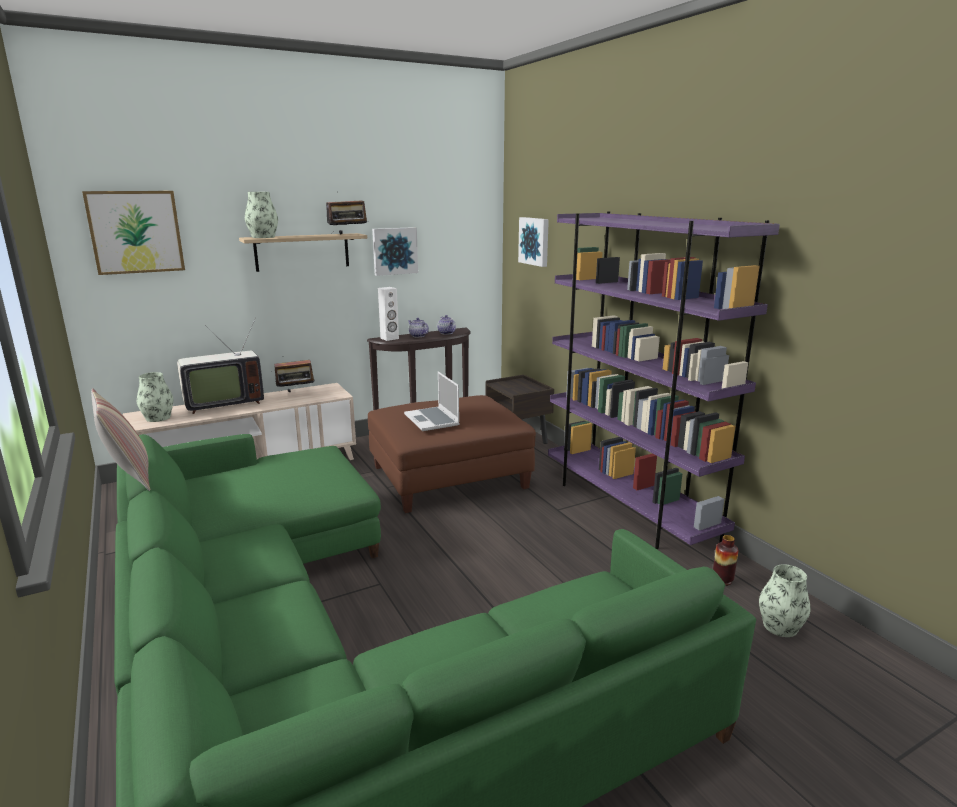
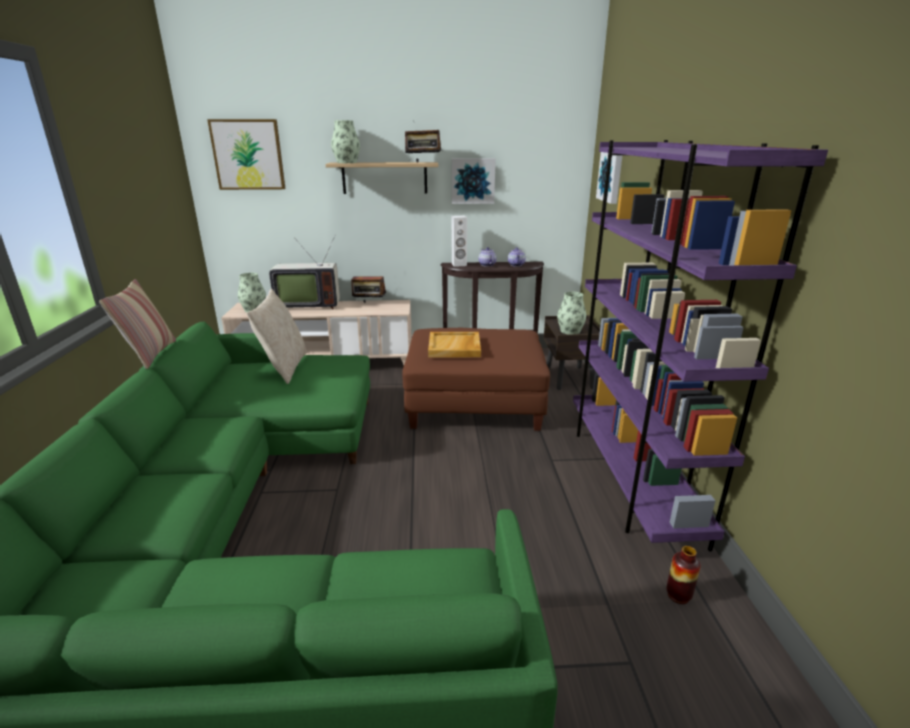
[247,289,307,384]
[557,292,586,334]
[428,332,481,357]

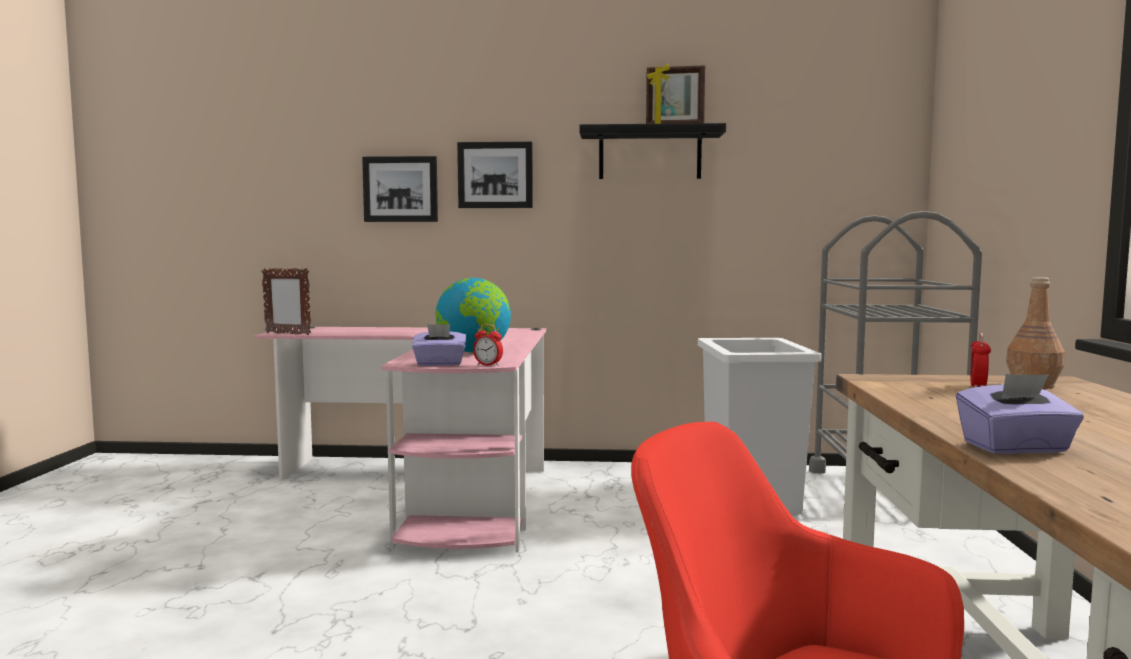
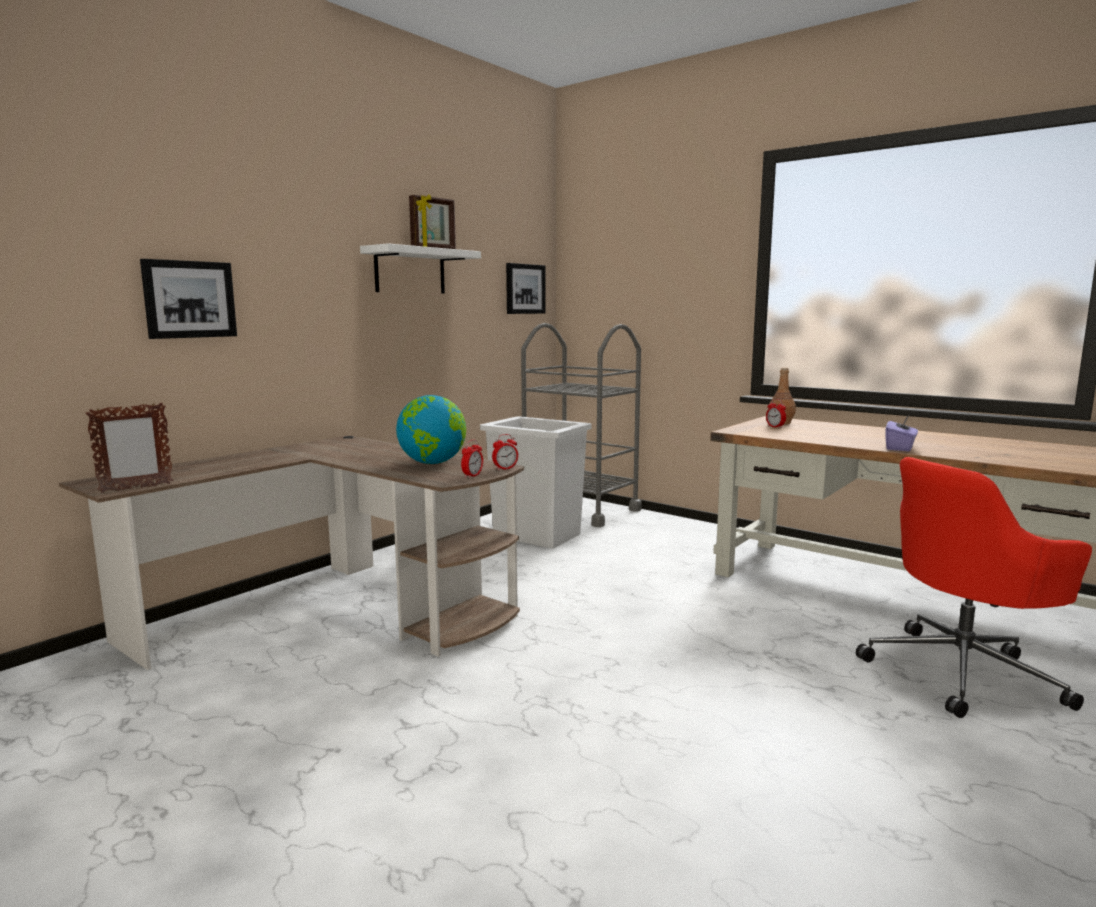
[506,263,546,314]
[461,440,483,478]
[59,435,524,670]
[360,243,481,293]

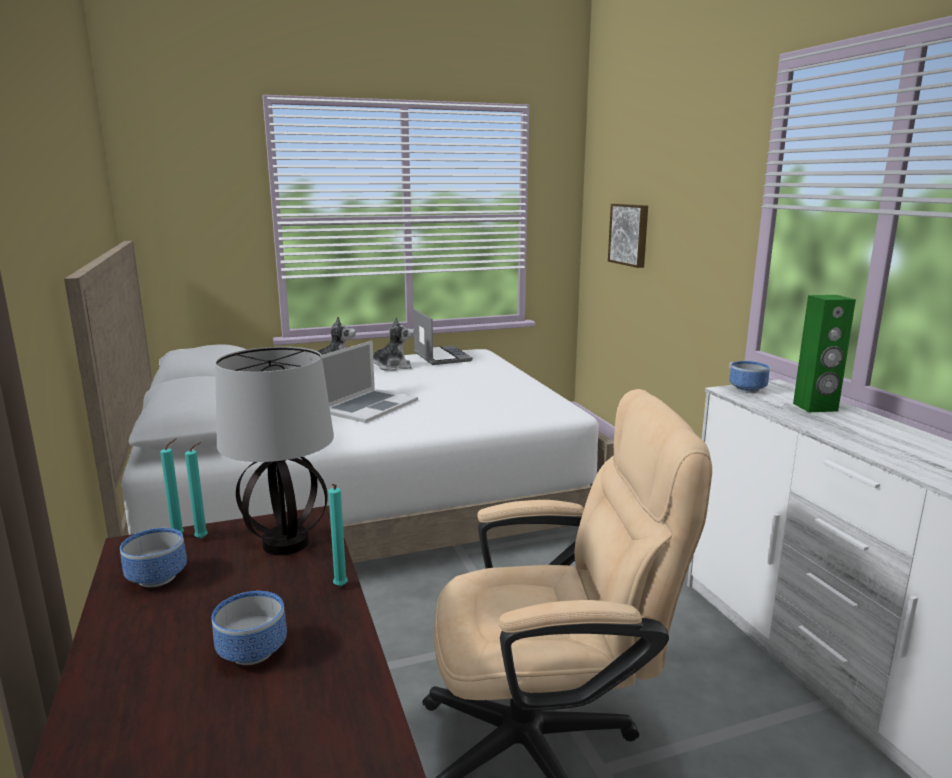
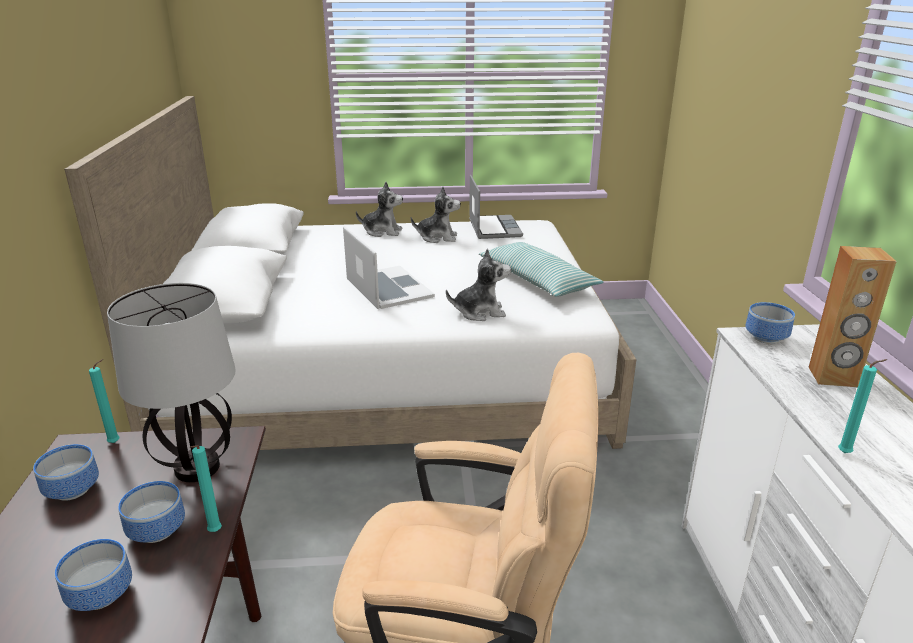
[608,204,648,268] (first image)
[118,481,185,543]
[446,248,511,321]
[479,242,604,297]
[838,359,887,453]
[809,246,897,387]
[343,226,435,309]

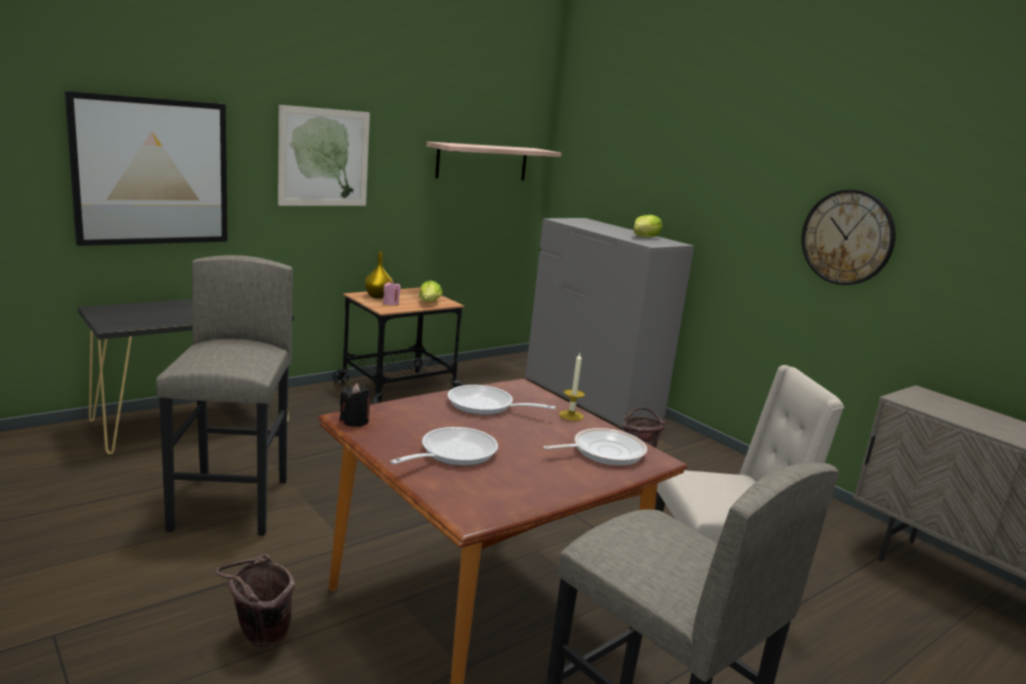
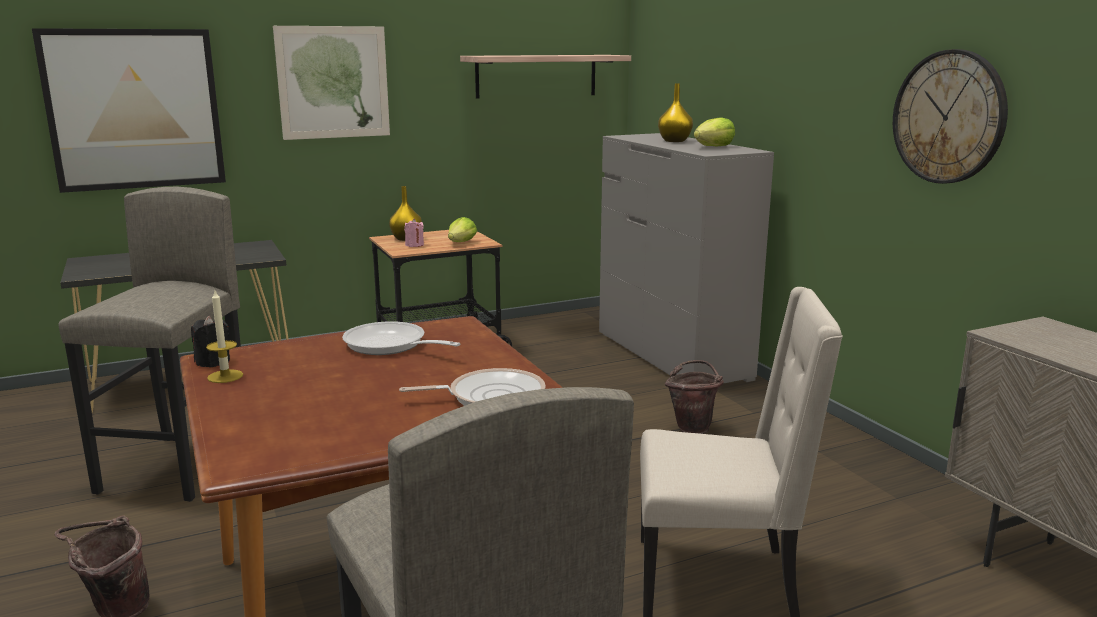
[390,427,498,466] (first image)
[658,83,693,142]
[206,291,243,383]

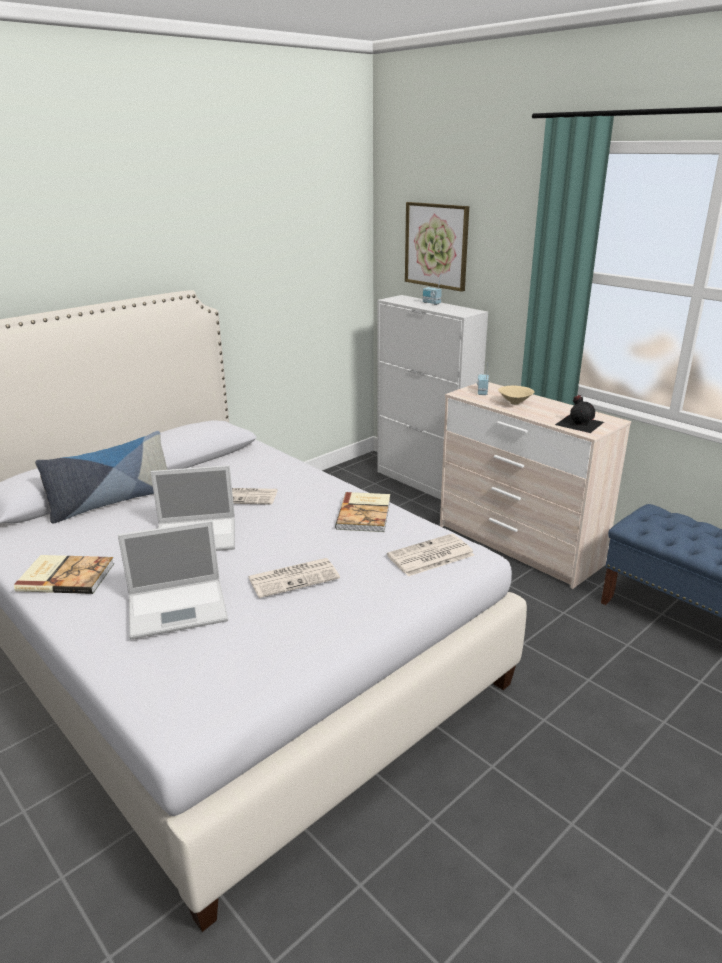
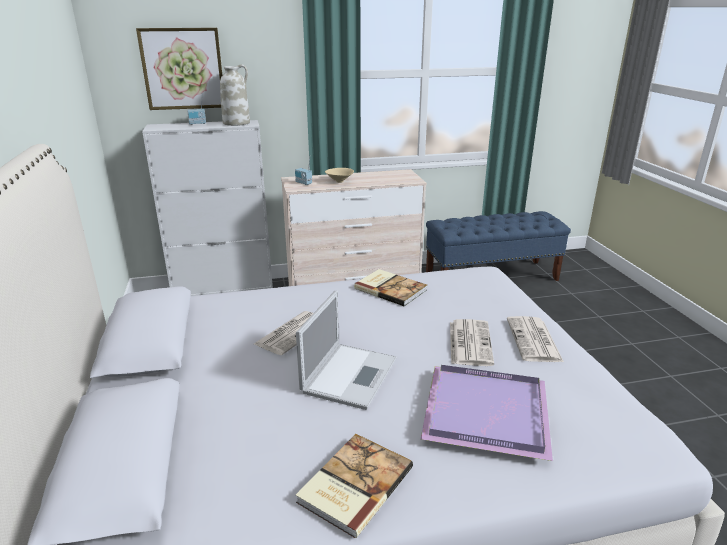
[35,431,168,524] (first image)
[555,395,604,433] (first image)
[220,64,250,126]
[507,316,564,362]
[421,365,553,461]

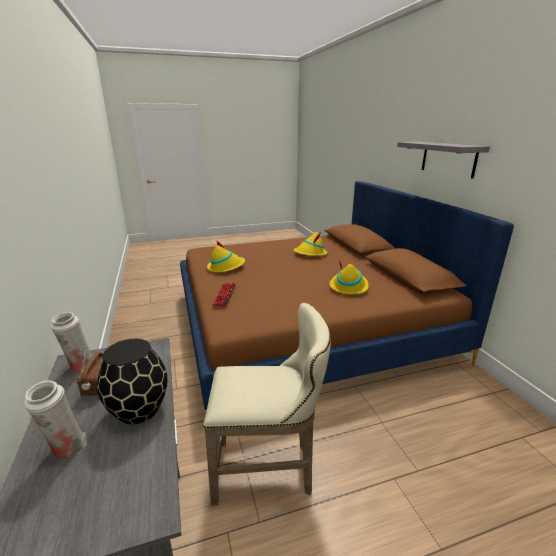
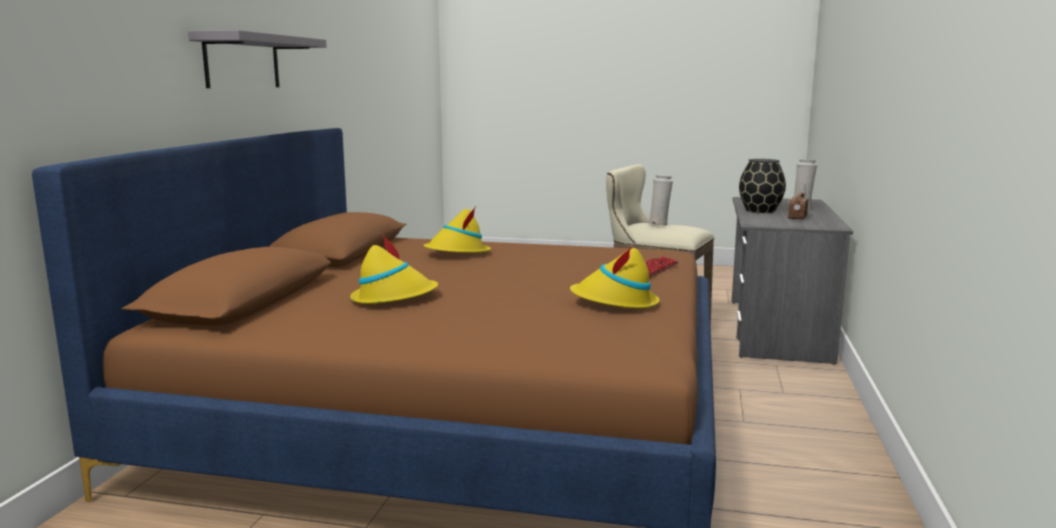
[648,175,673,226]

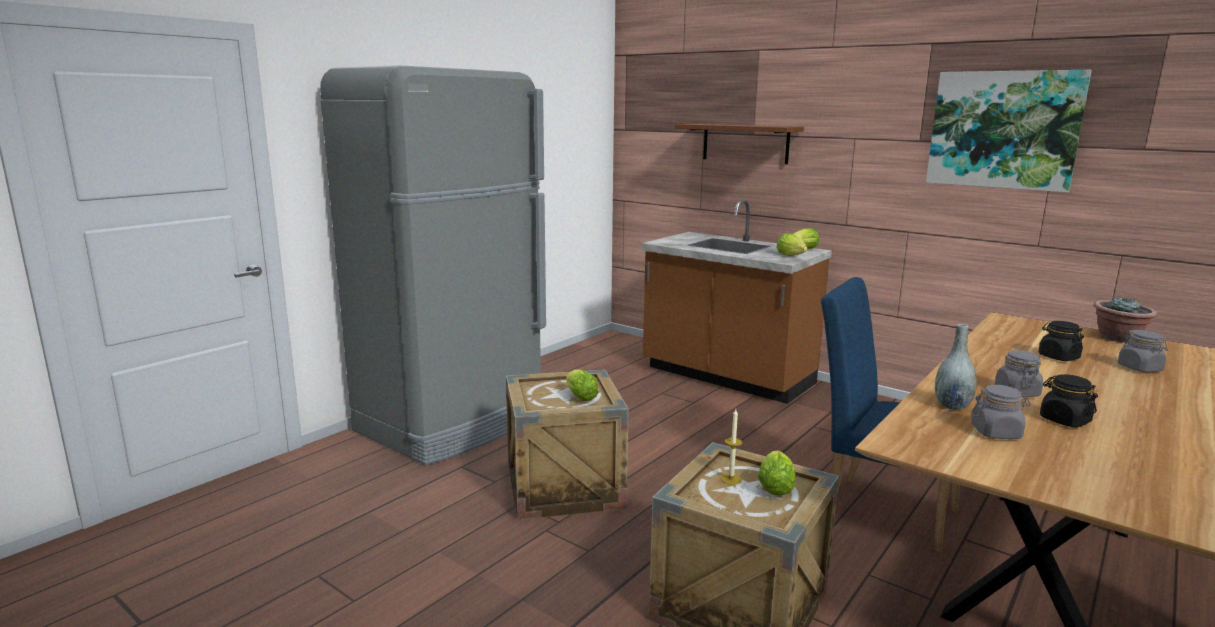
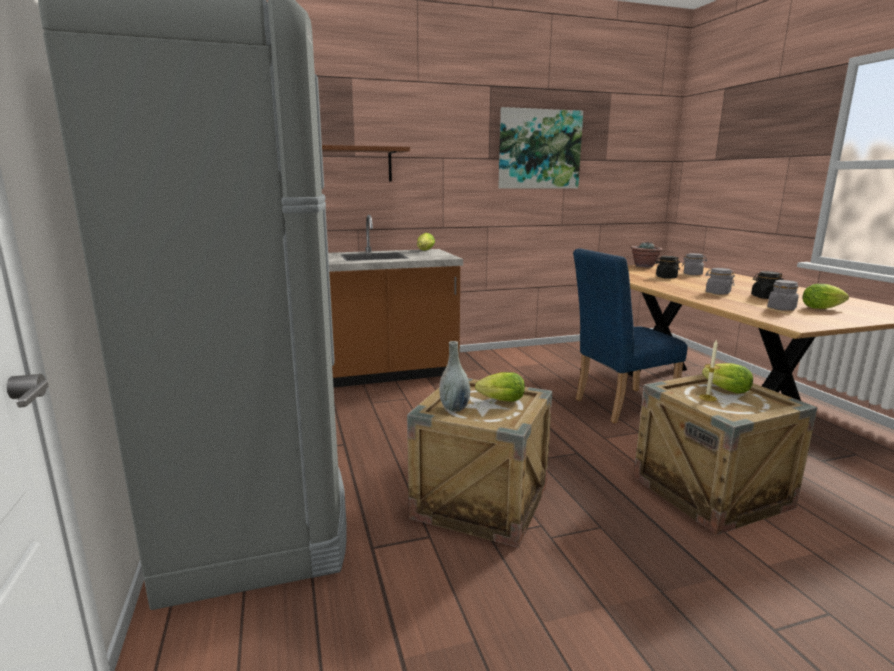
[803,284,849,309]
[439,341,470,412]

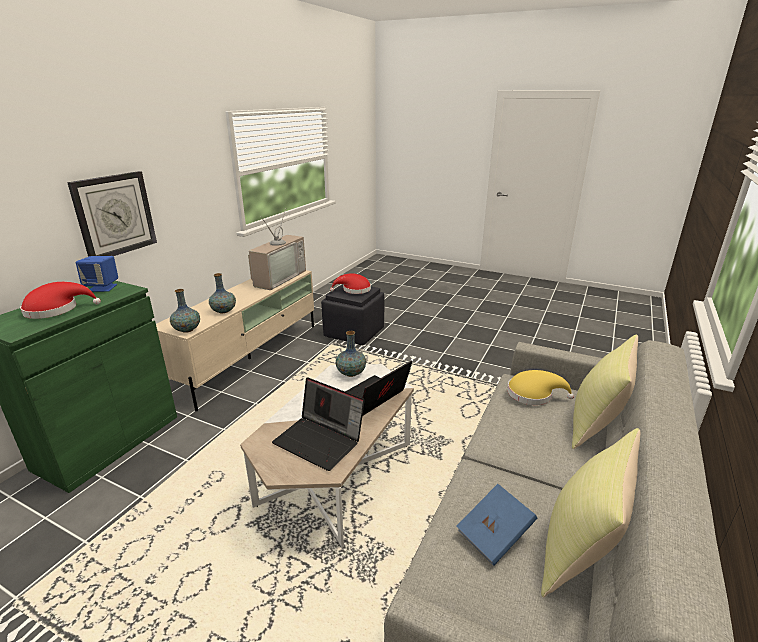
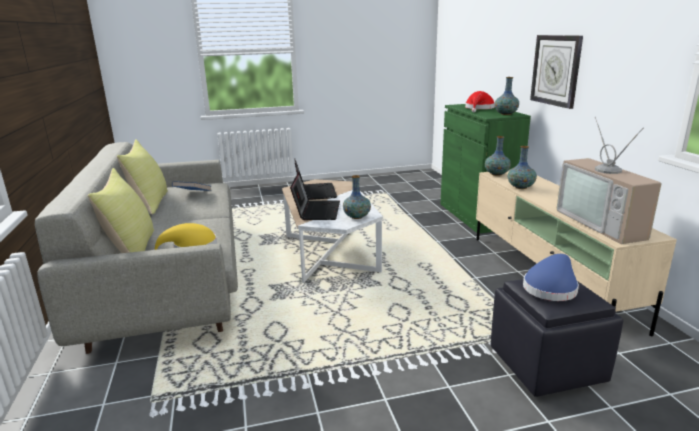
[495,77,519,115]
[523,254,579,301]
[294,158,337,200]

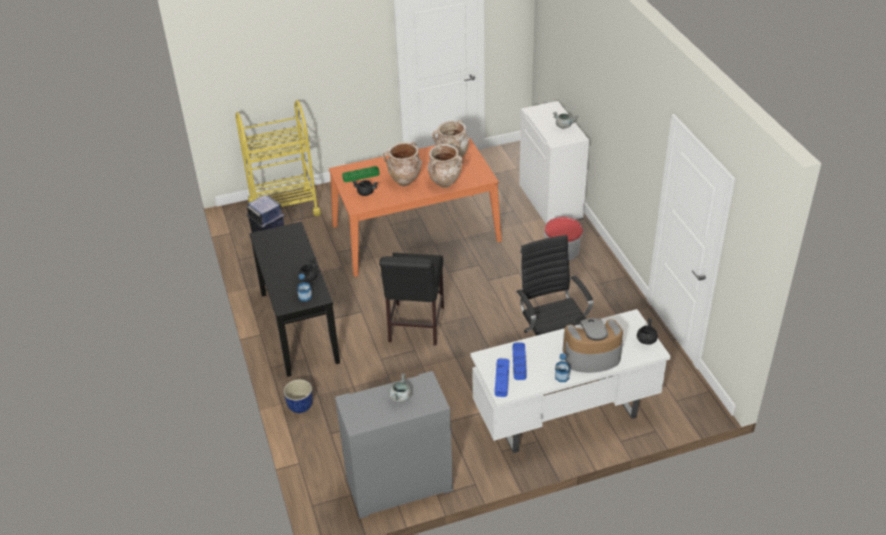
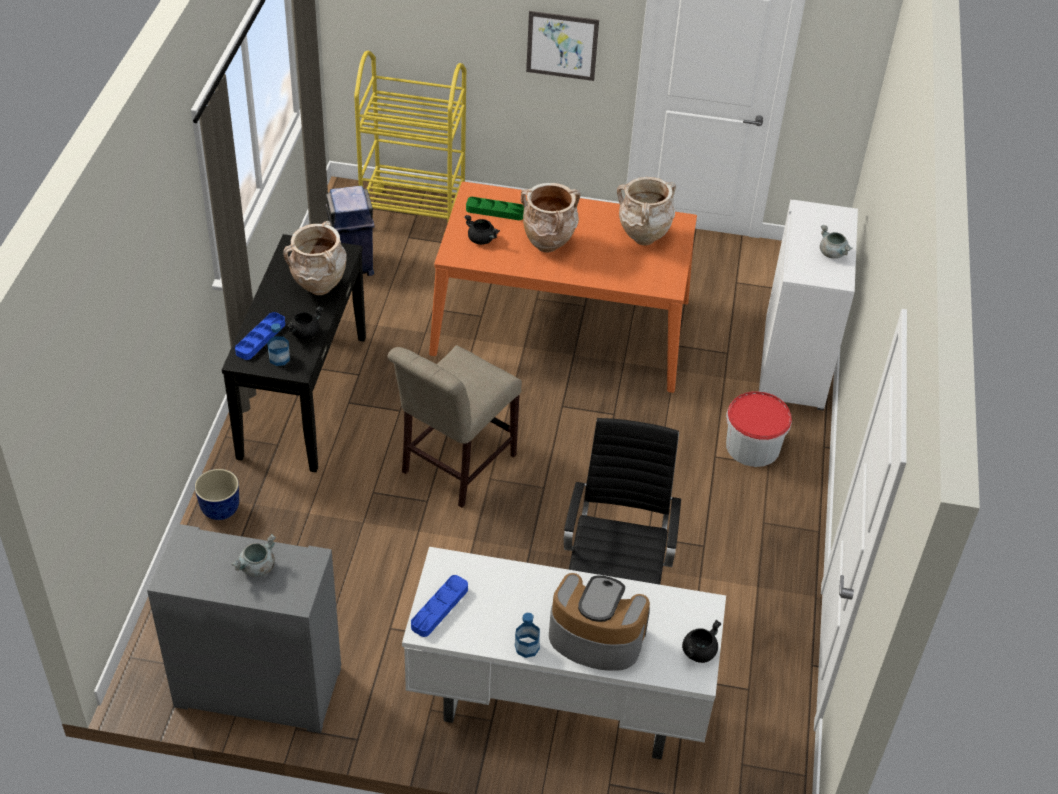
[526,11,599,81]
[283,221,347,295]
[235,312,285,360]
[387,345,522,508]

